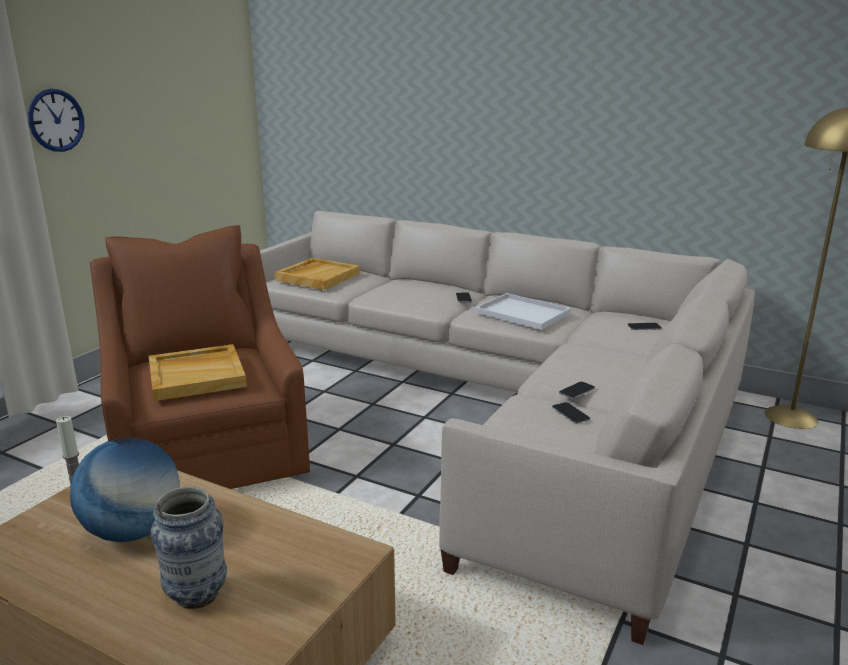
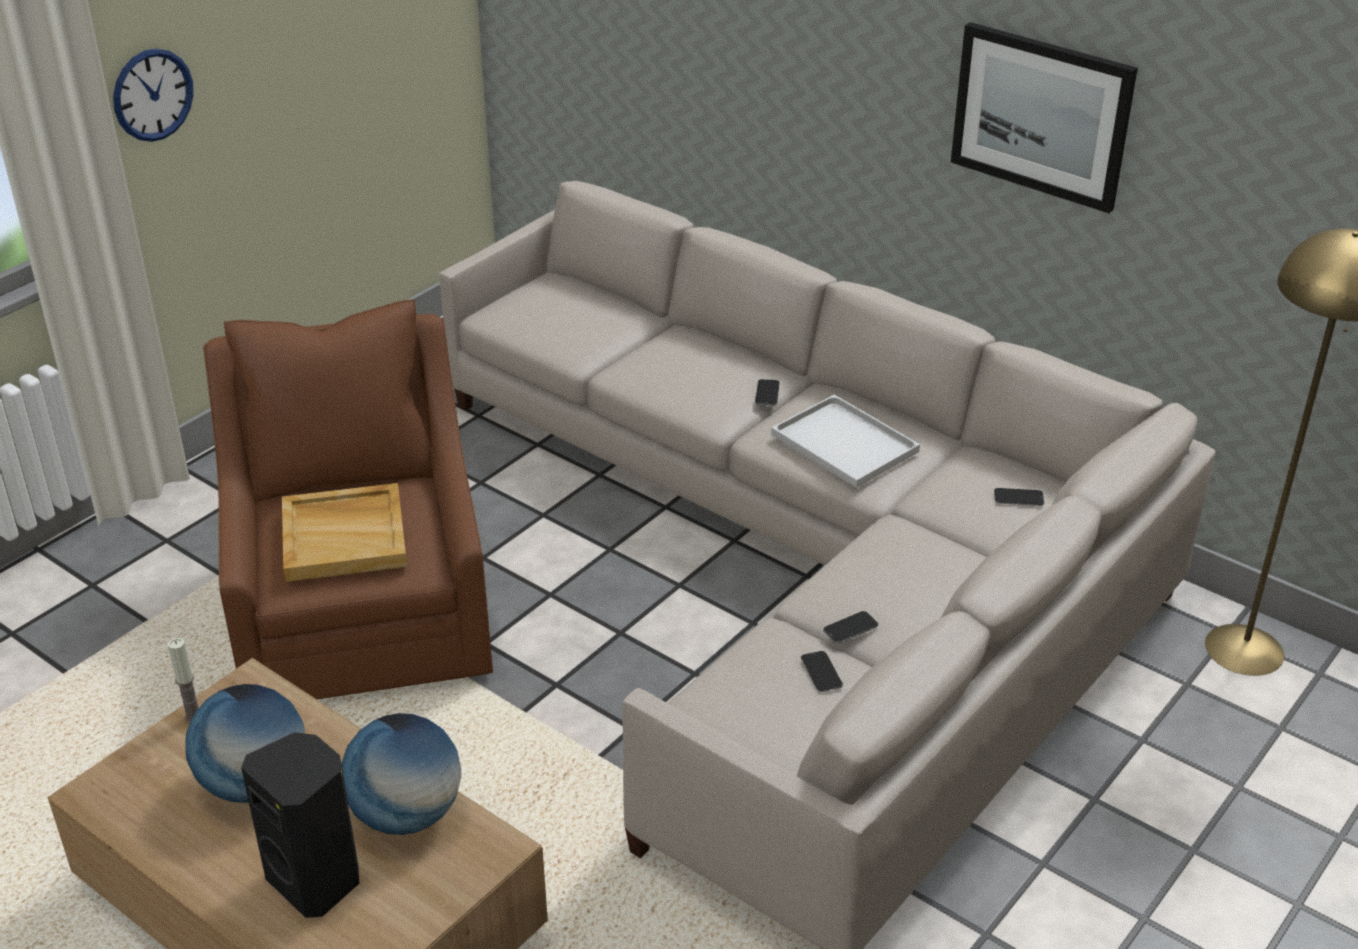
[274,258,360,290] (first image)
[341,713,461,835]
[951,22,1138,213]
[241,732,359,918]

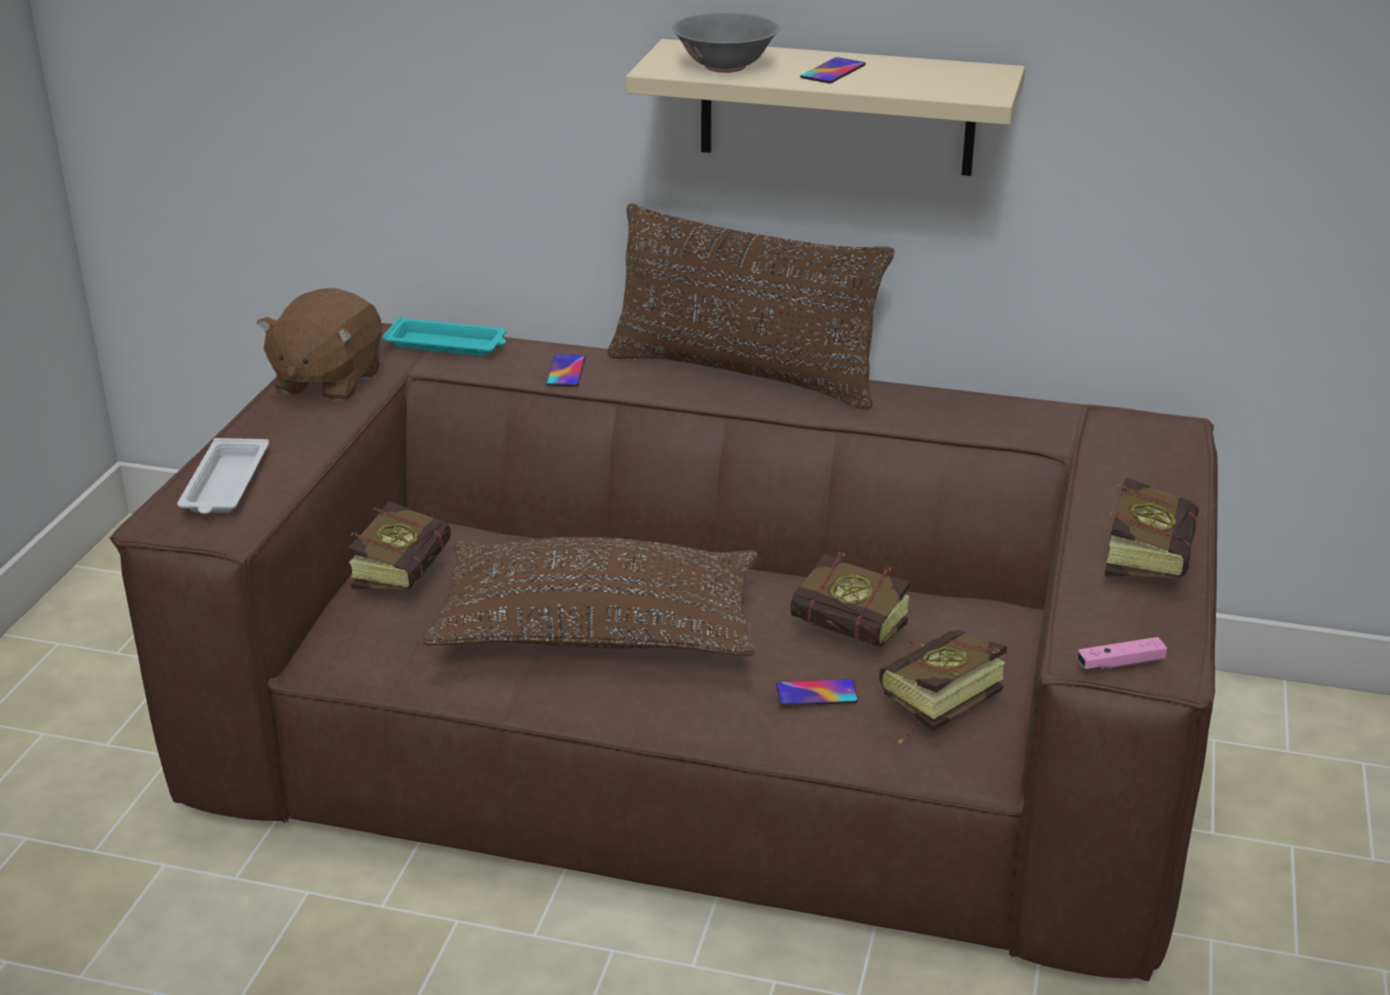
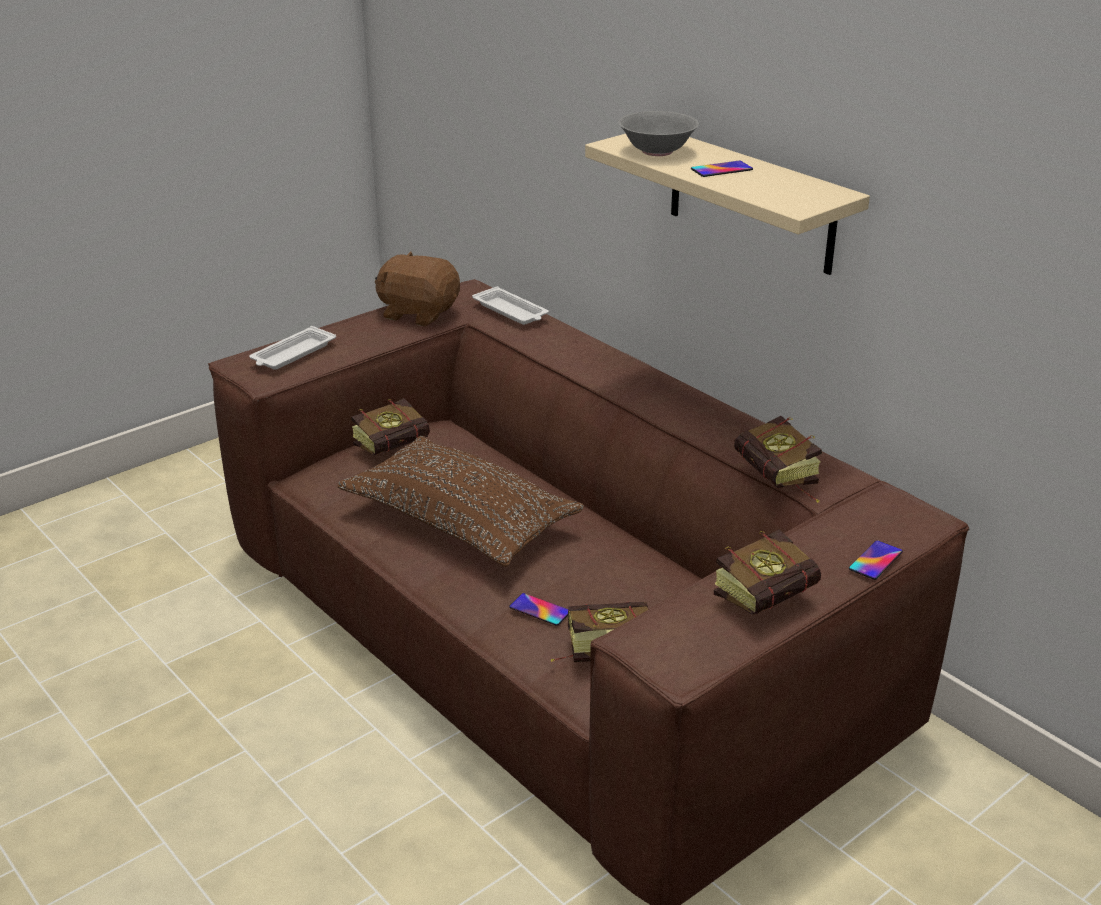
[607,203,894,409] (first image)
[1077,637,1167,669] (first image)
[849,540,903,580]
[734,416,822,503]
[472,286,549,325]
[375,252,460,327]

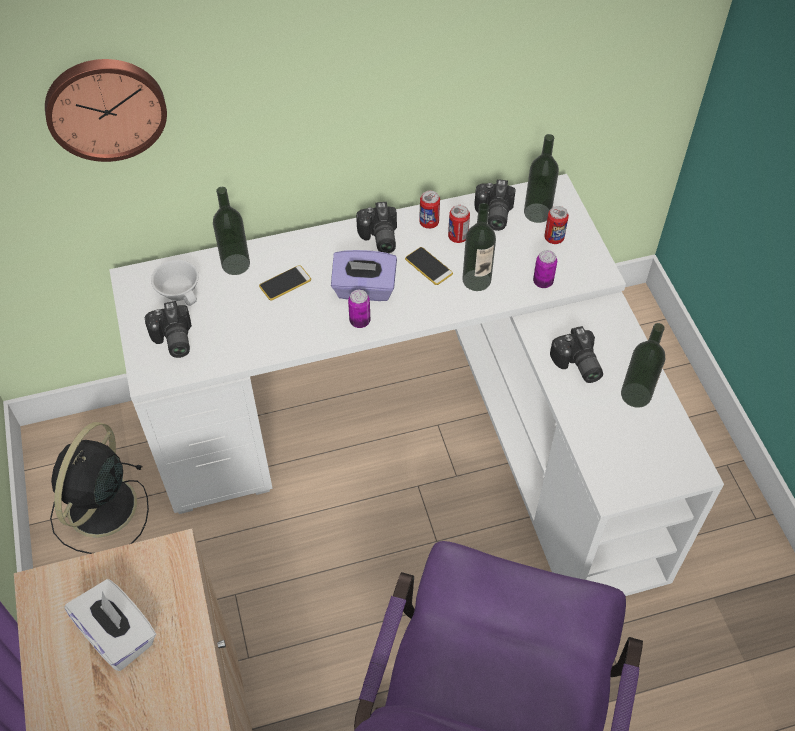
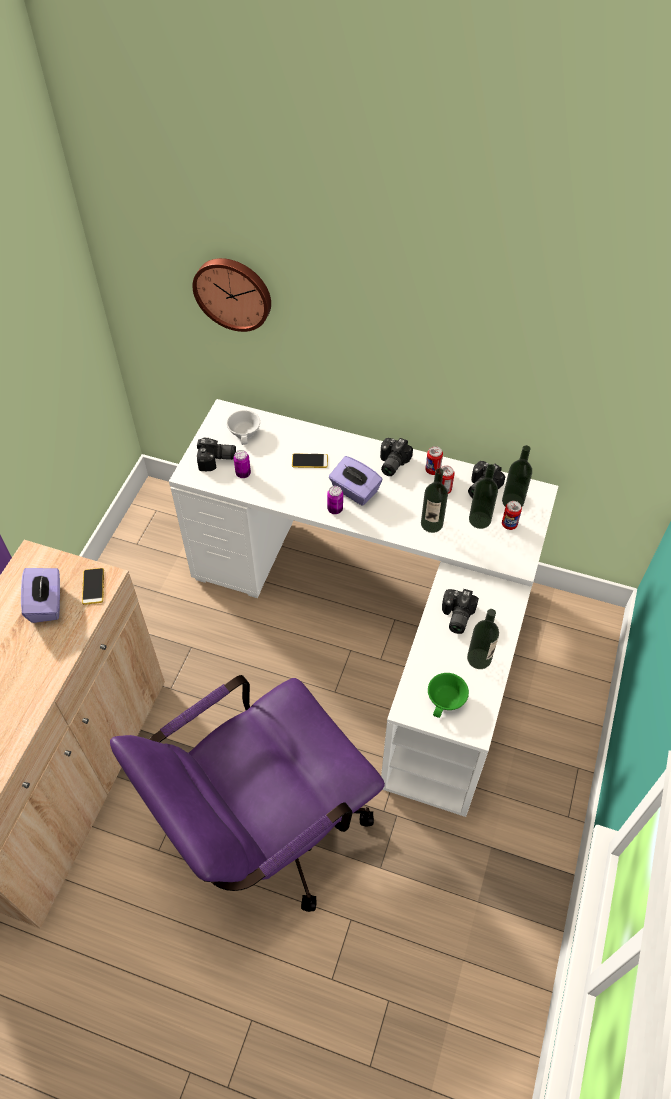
[50,422,149,554] (first image)
[428,673,469,718]
[469,464,498,529]
[82,568,104,605]
[234,450,251,478]
[21,568,60,623]
[197,438,236,471]

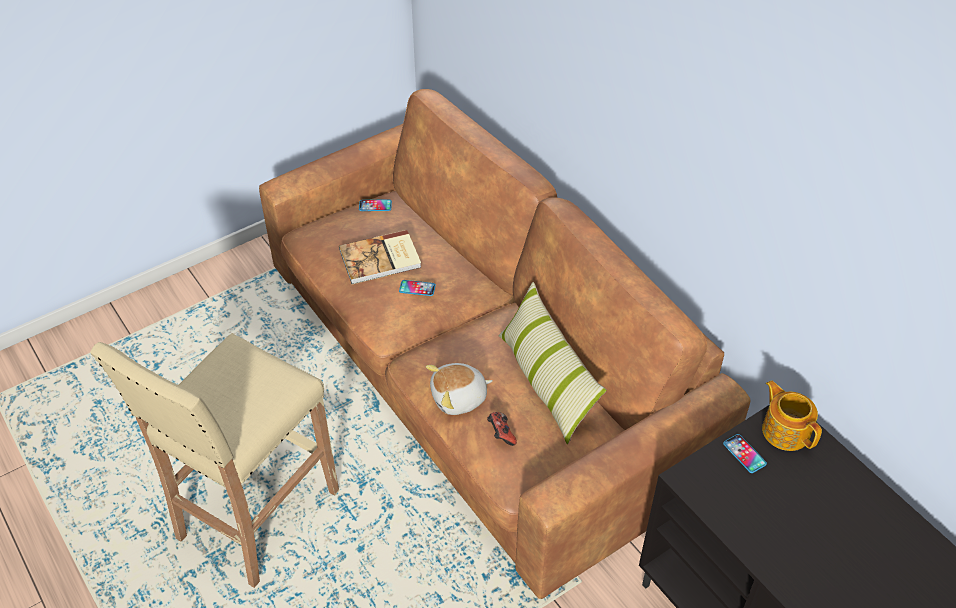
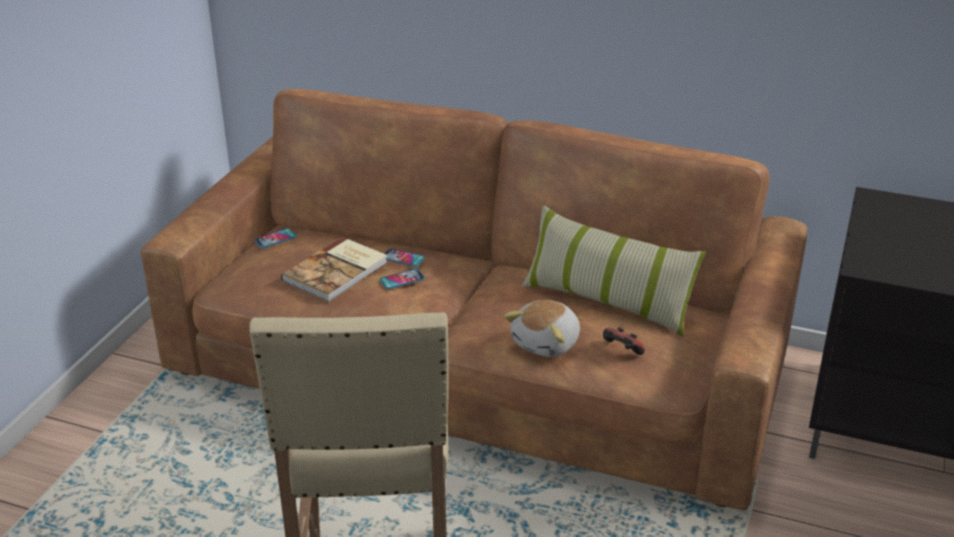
[762,381,822,451] (first image)
[384,248,425,267]

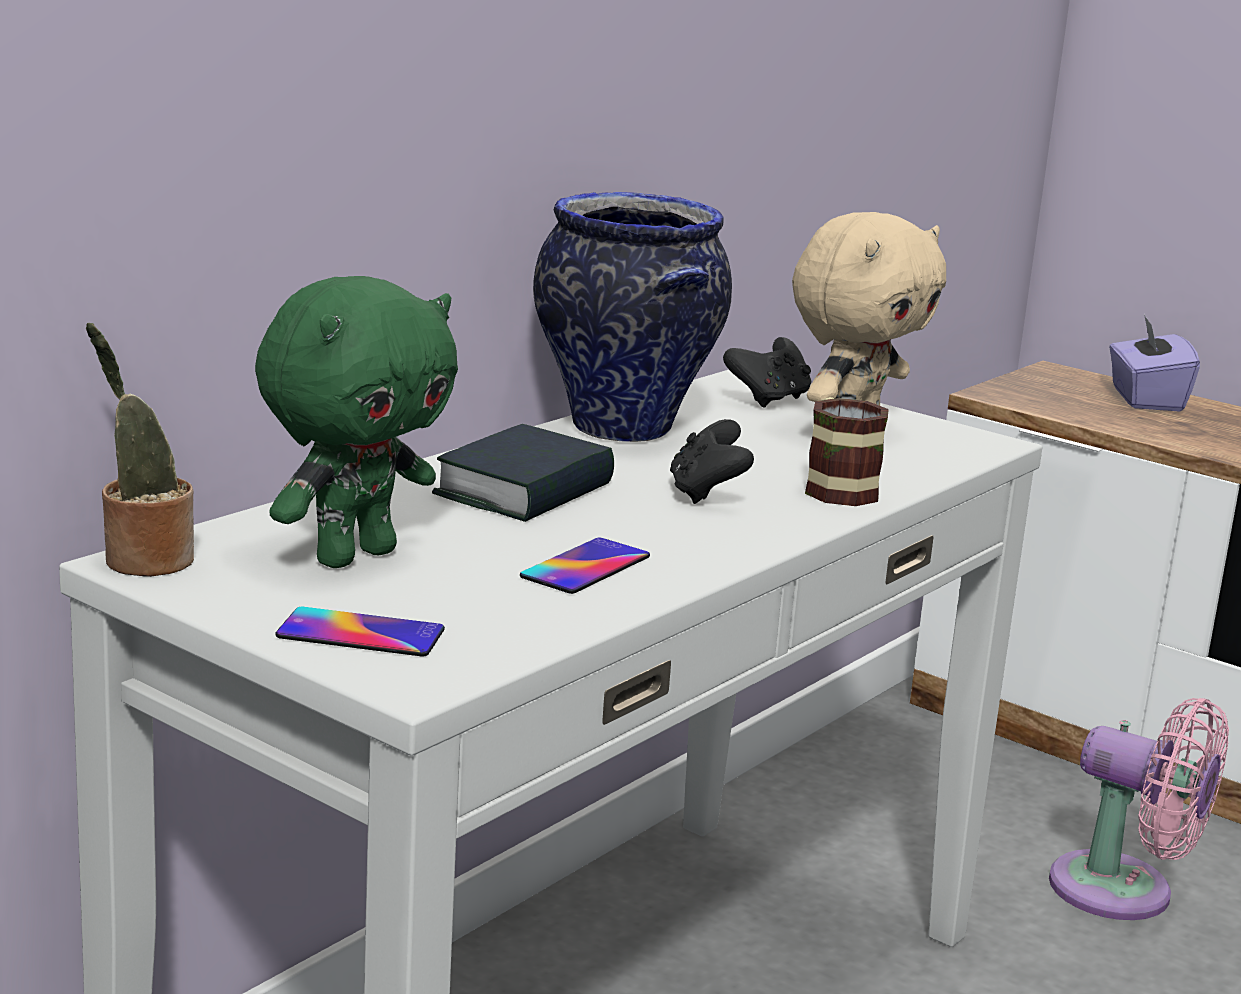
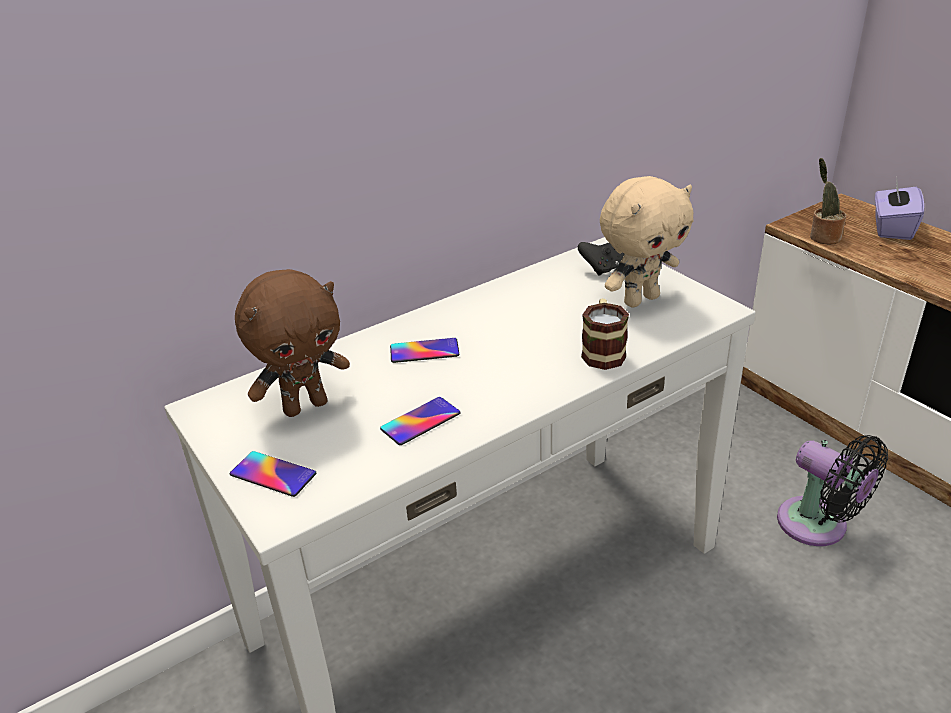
[533,192,732,442] (first image)
[670,419,754,504] (first image)
[810,158,846,245]
[390,338,460,363]
[235,269,350,417]
[777,435,888,546]

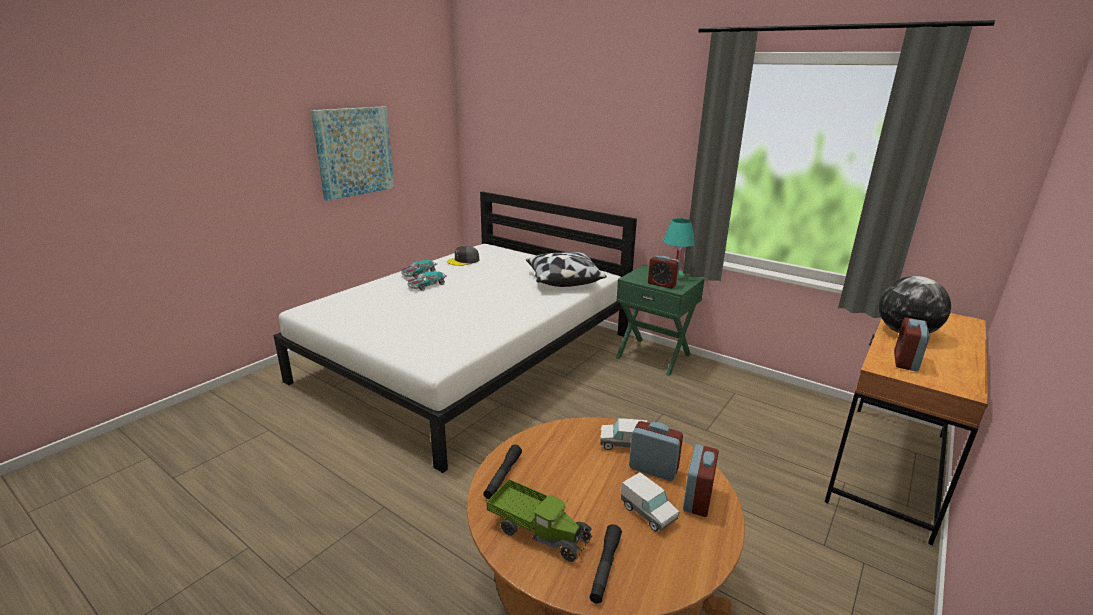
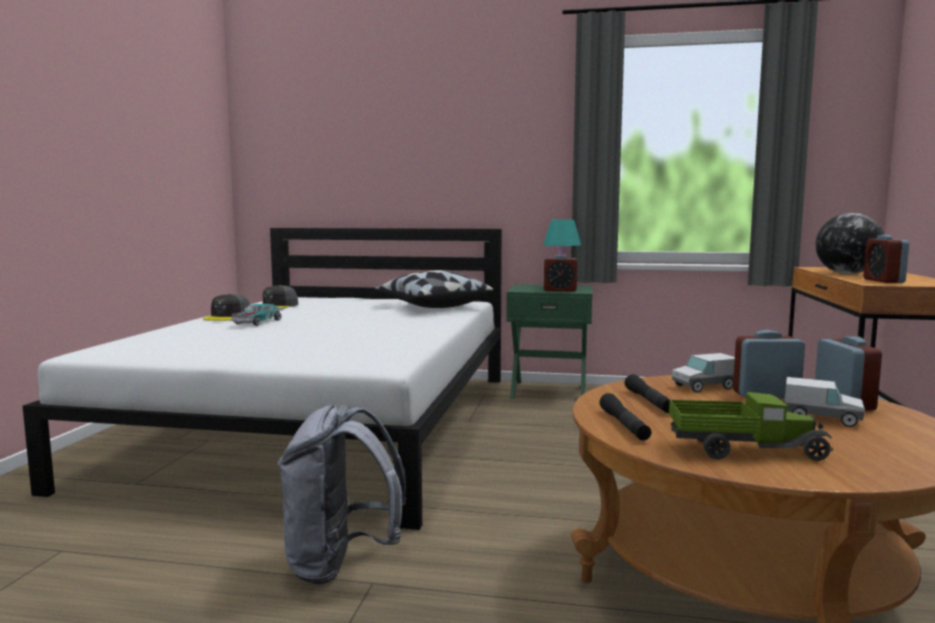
[311,106,394,201] (first image)
[278,404,406,585]
[625,374,670,413]
[203,294,250,321]

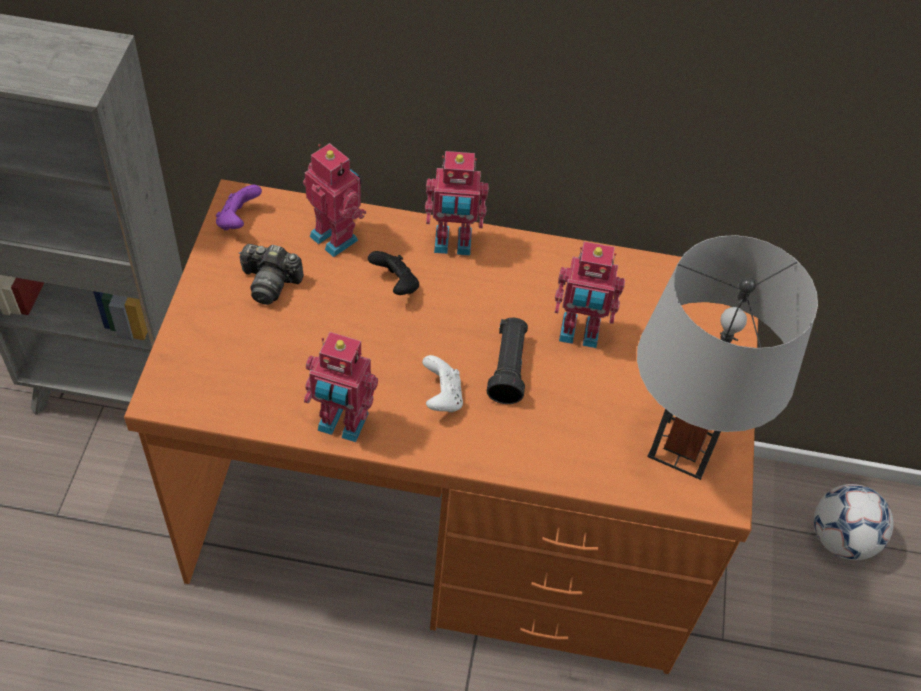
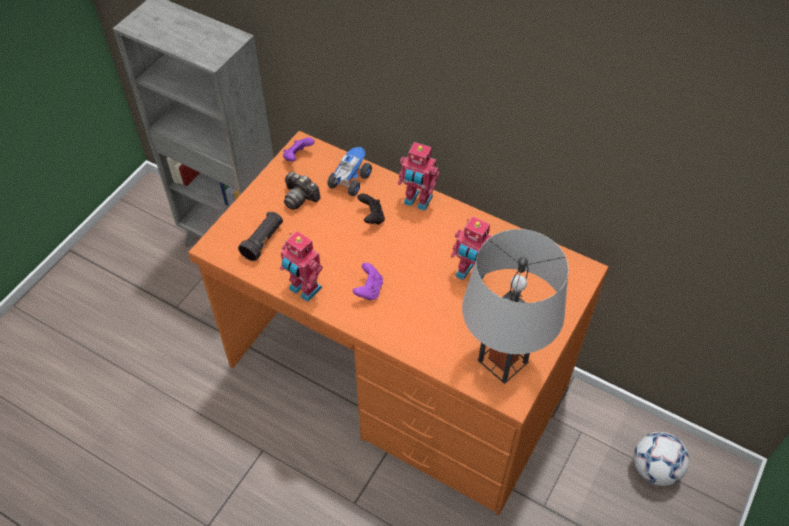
[238,212,283,261]
[327,147,372,196]
[353,263,383,301]

